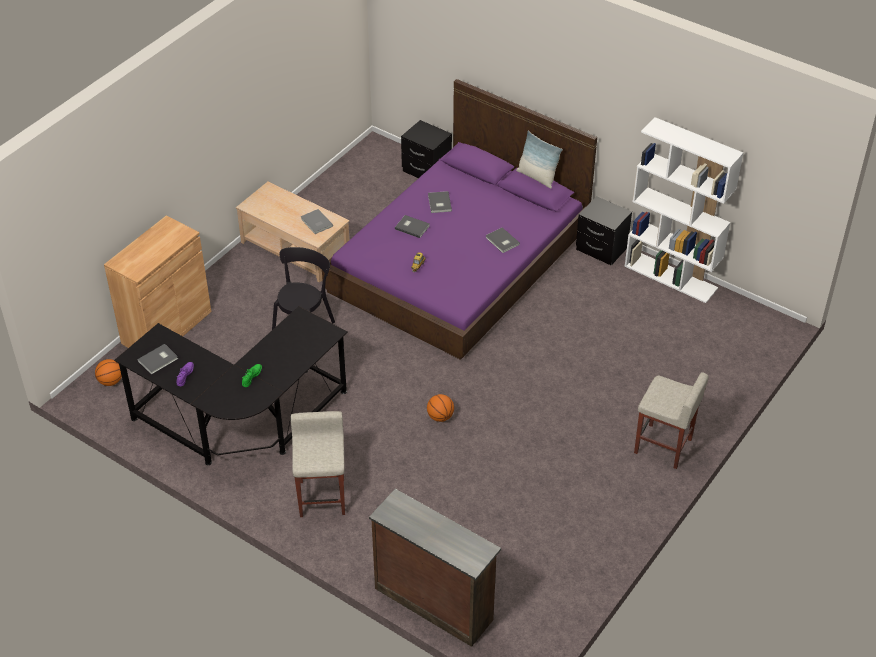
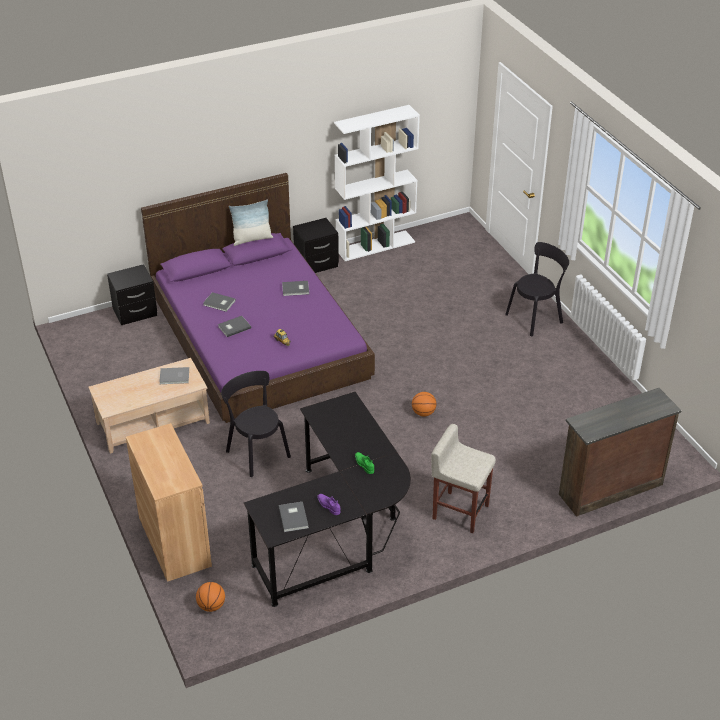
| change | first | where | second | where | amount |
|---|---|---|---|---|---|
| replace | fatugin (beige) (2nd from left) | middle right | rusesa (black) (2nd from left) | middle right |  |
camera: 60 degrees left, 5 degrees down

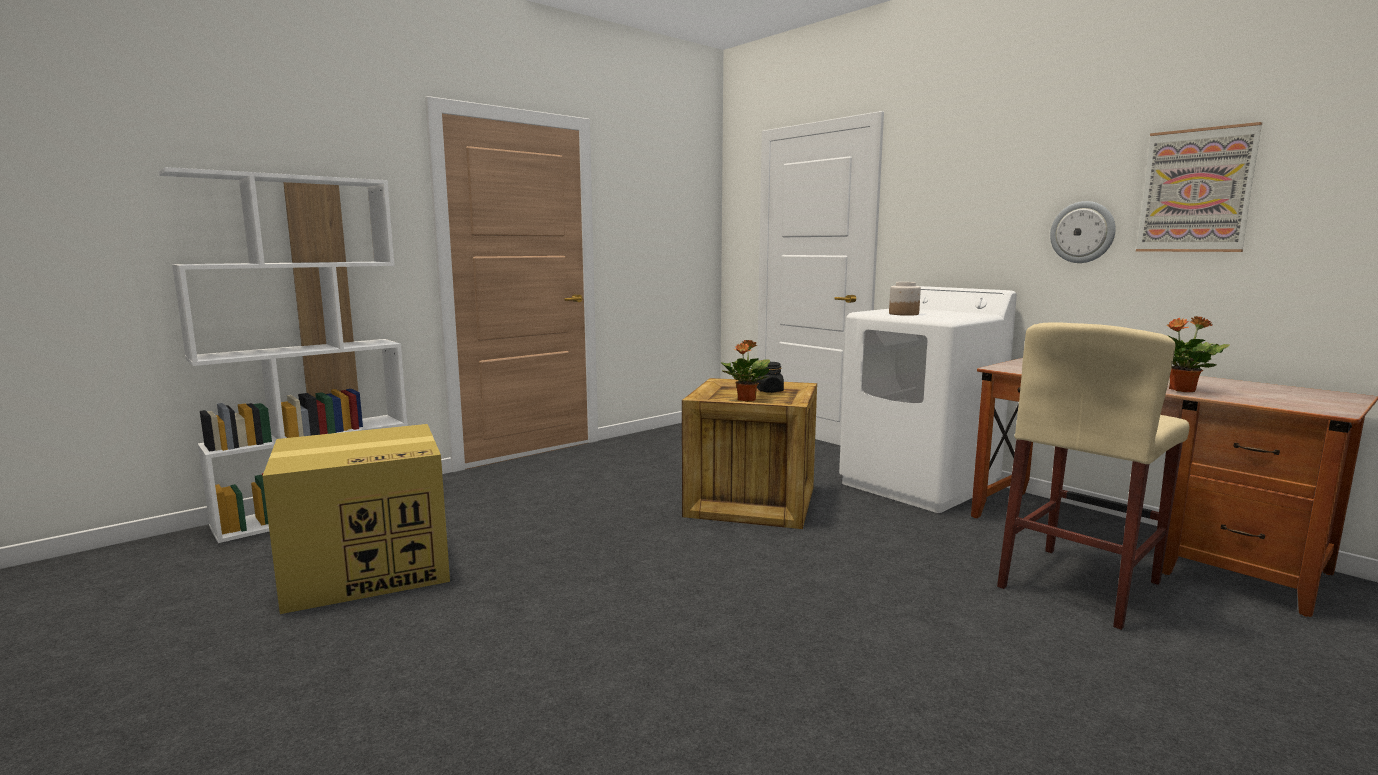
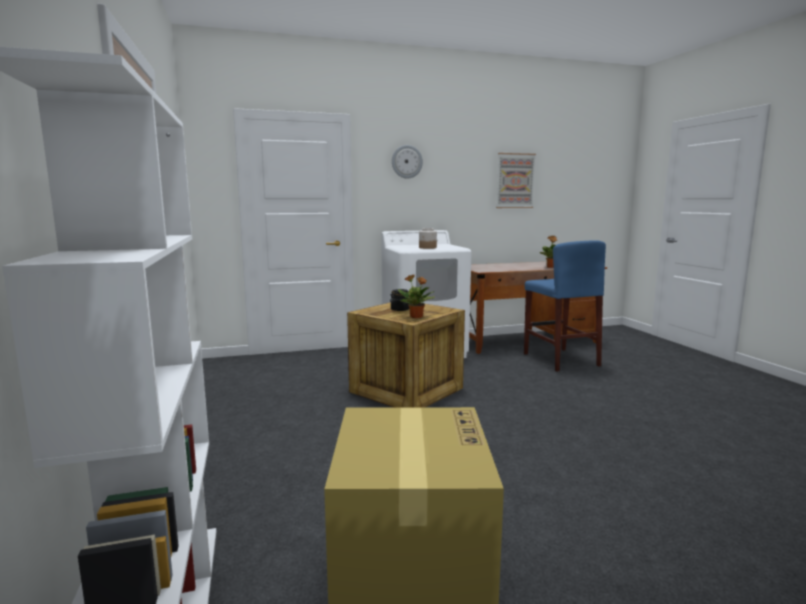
| change | first | where | second | where | amount |
|---|---|---|---|---|---|
| recolor | fatugin (beige) | middle right | fatugin (blue) | middle right |  |
| move | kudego | top right |  | top centre |  |
camera: 65 degrees left, 0 degrees up

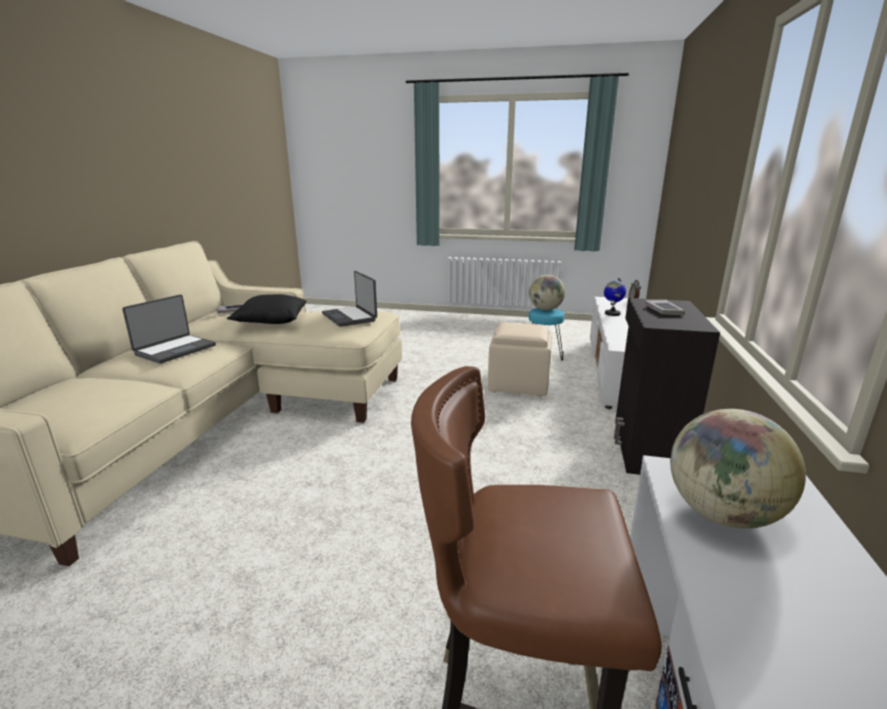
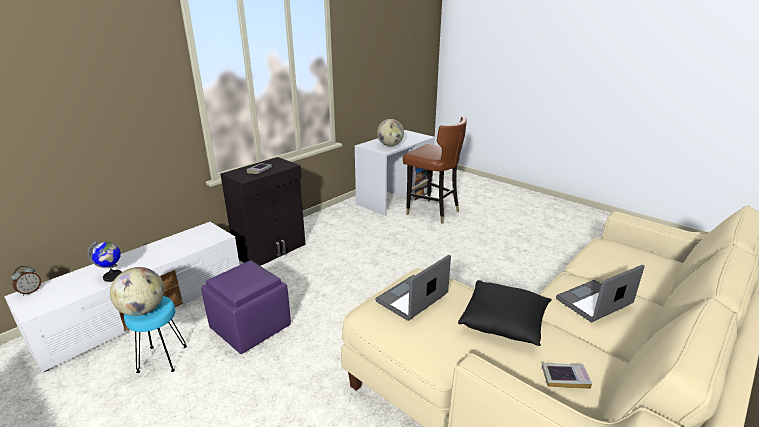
| change | first | where | second | where | amount |
|---|---|---|---|---|---|
| rotate | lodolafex (2nd from left in the first image) | centre | lodolafex (1st from left) | bottom centre | 135 degrees counterclockwise |
| recolor | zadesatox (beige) | centre | zadesatox (purple) | bottom left |  |
camera: 150 degrees left, 5 degrees up

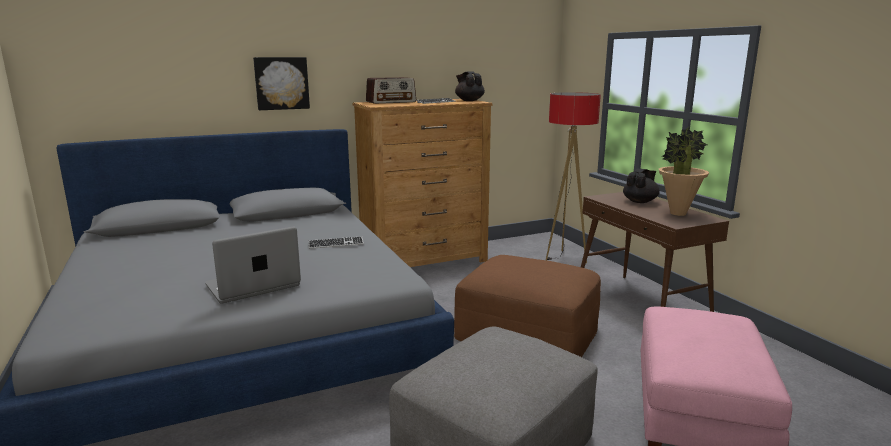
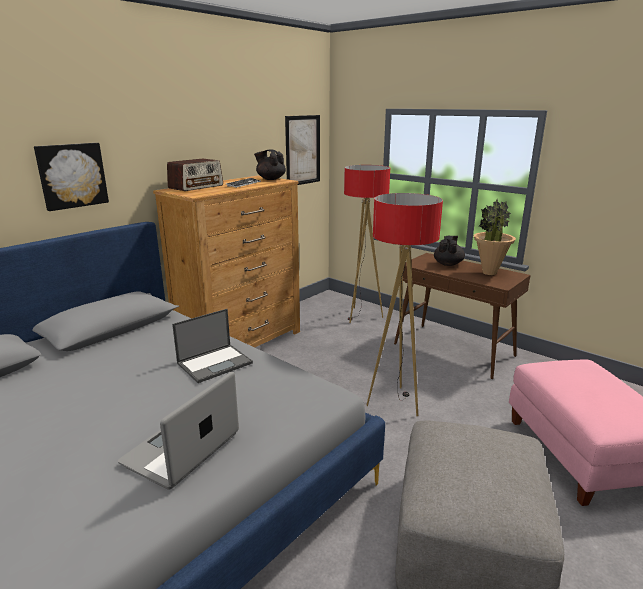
| change | first | where | second | where | amount |
|---|---|---|---|---|---|
| replace | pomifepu (1st from left) | centre | lodolafex (2nd from left) | middle left |  |
| replace | zadesatox (brown) | bottom centre | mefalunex (2nd from left) | centre |  |
| insert |  |  | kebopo (2nd from left) | top centre |  |
camera: 25 degrees left, 5 degrees up

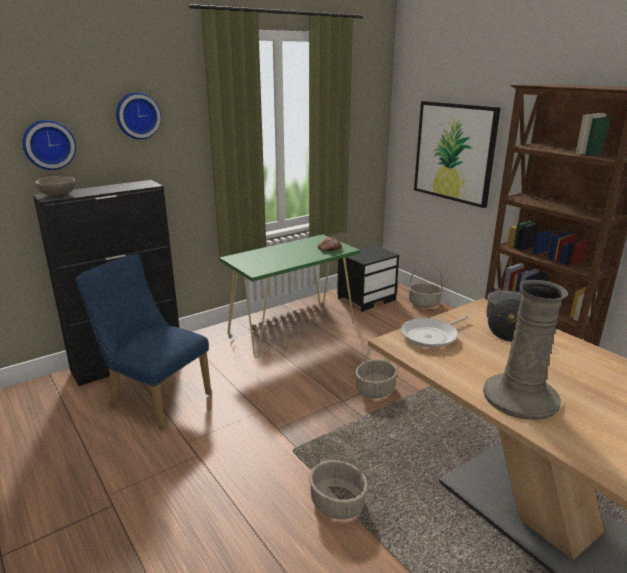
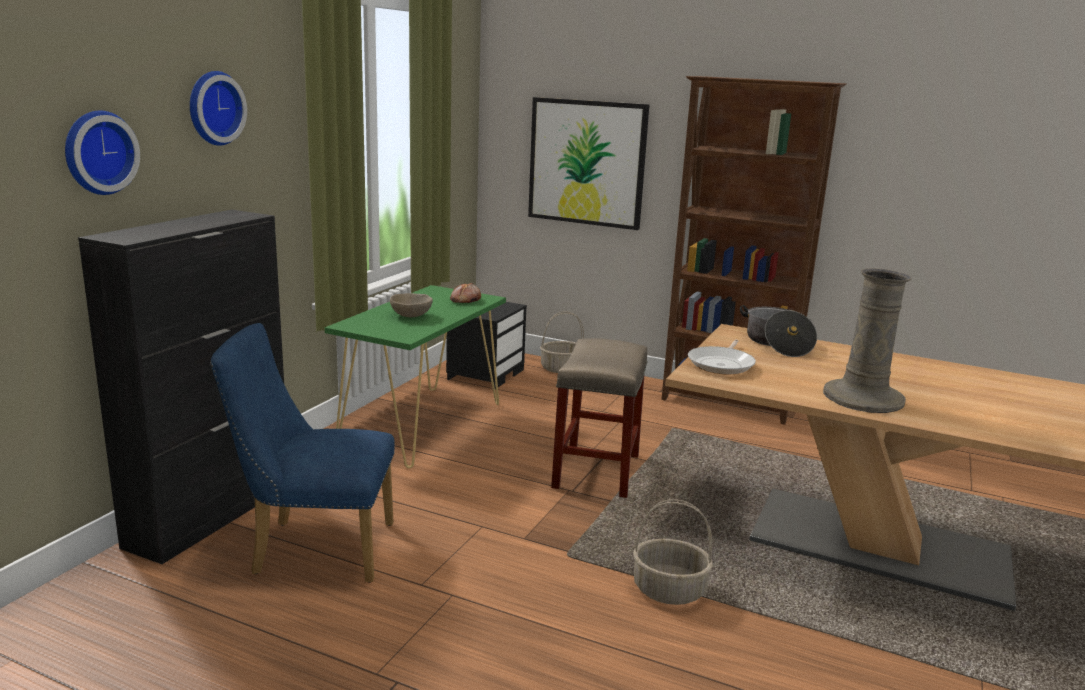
| change | first | where | second | where | amount |
|---|---|---|---|---|---|
| move | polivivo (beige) | top left |  | centre |  |
| replace | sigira (2nd from left) | centre | fatugin (beige) | centre |  |
camera: 30 degrees left, 5 degrees down

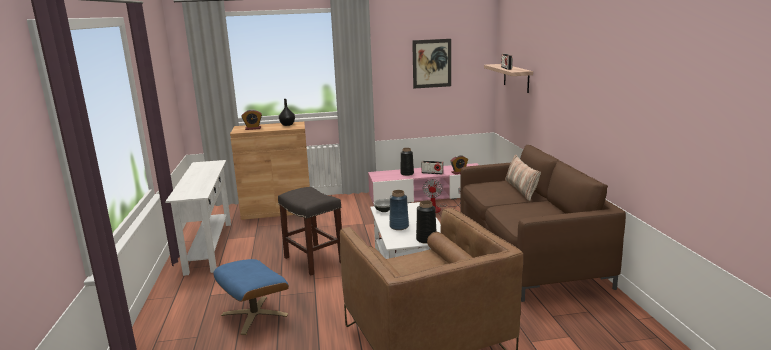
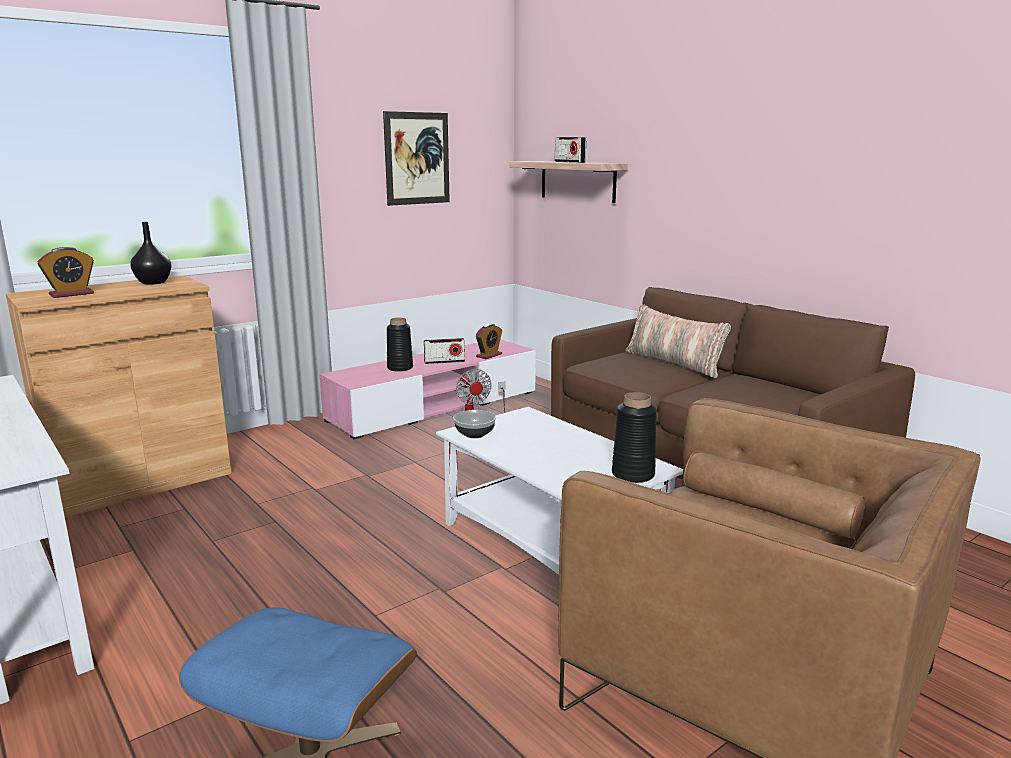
| change | first | where | second | where | amount |
|---|---|---|---|---|---|
| delete | fatugin (grey) | centre |  |  |  |
| delete | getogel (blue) | centre |  |  |  |
camera: 30 degrees left, 0 degrees up

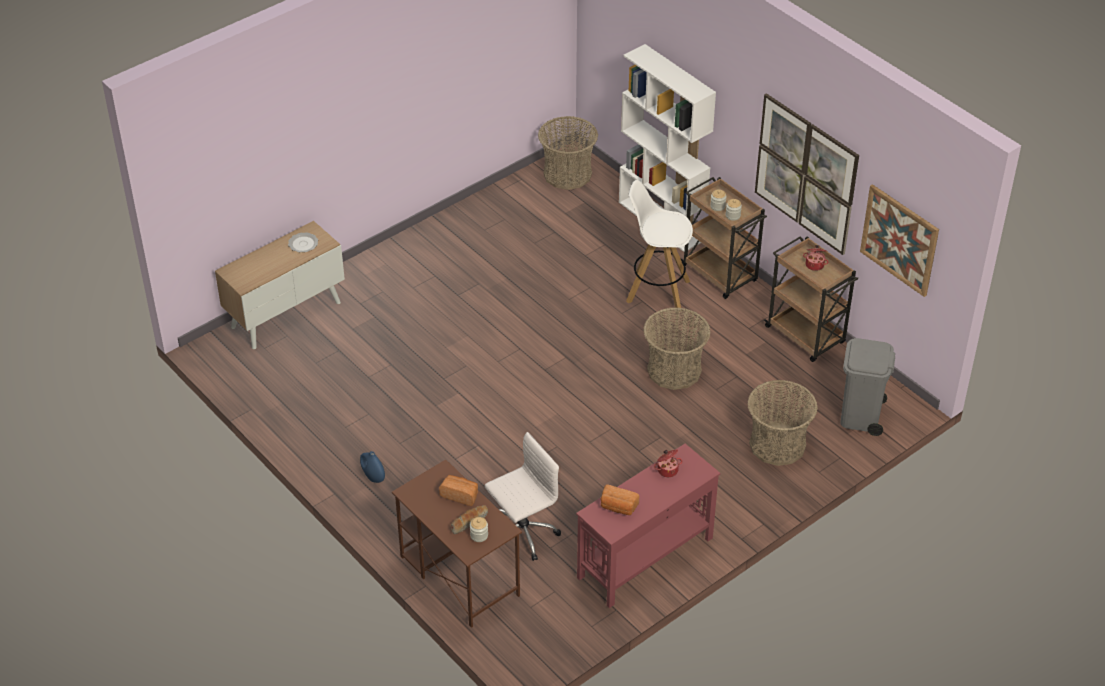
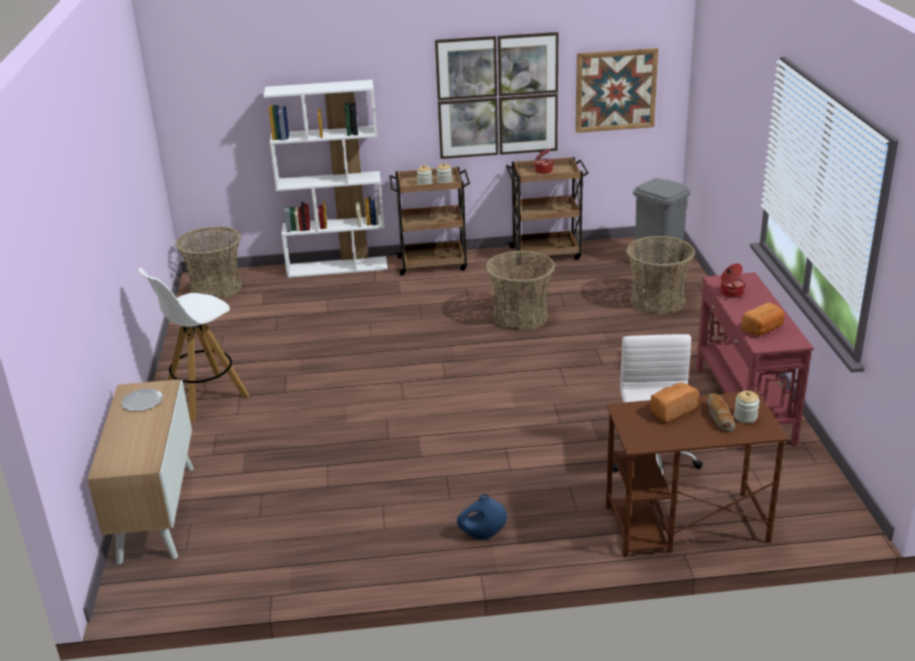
| change | first | where | second | where | amount |
|---|---|---|---|---|---|
| move | fatugin (white) | centre |  | middle left |  |
camera: 55 degrees left, 15 degrees down

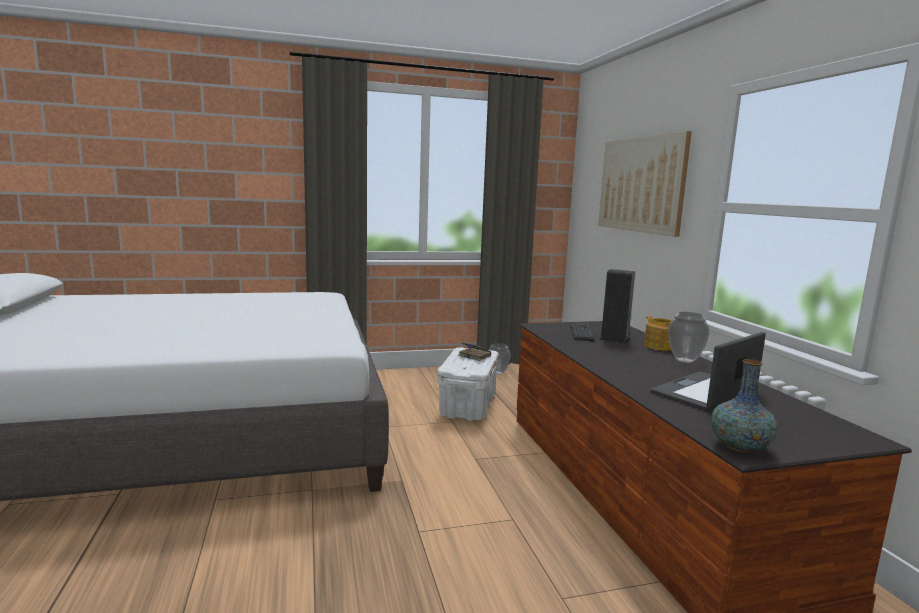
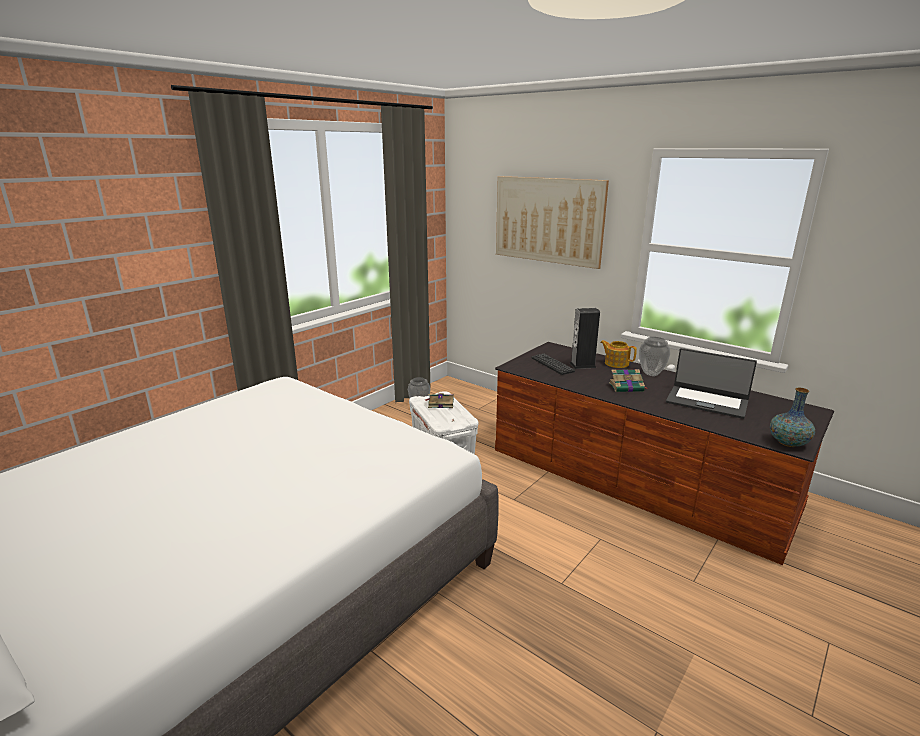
| change | first | where | second | where | amount |
|---|---|---|---|---|---|
| rotate | lodolafex | middle right |  | middle right | 75 degrees counterclockwise |
| insert |  |  | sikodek (2nd from left) | middle right |  |
camera: 35 degrees left, 10 degrees up

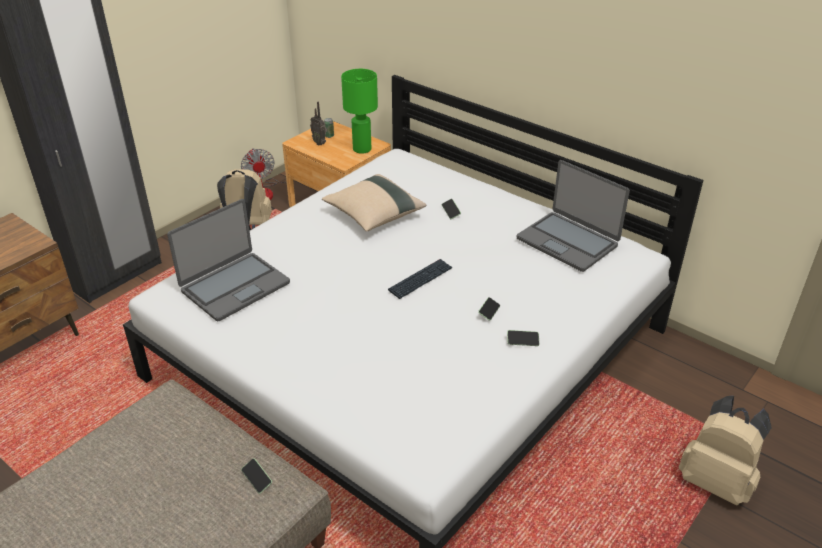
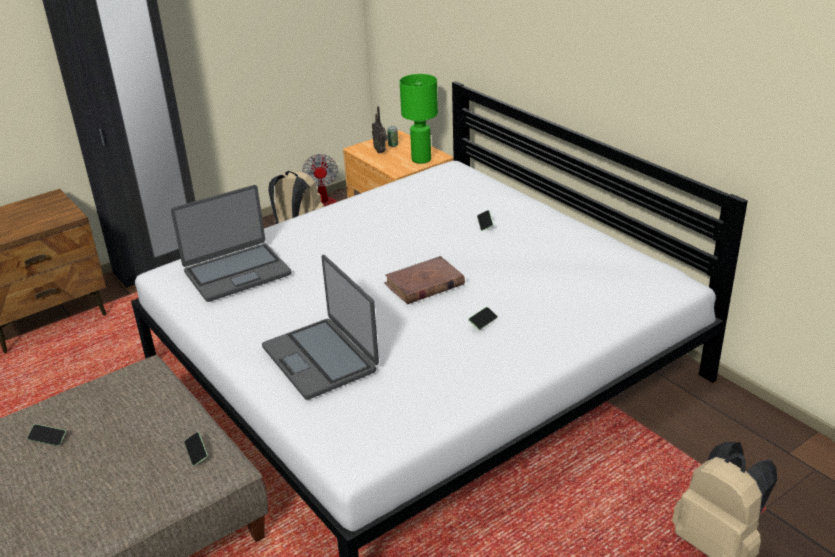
| change | first | where | second | where | amount |
|---|---|---|---|---|---|
| delete | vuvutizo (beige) | centre |  |  |  |
| replace | pomifepu | centre | sikodek (brown) | centre |  |
| move | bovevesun (4th from left in the first image) | centre | bovevesun (1st from left) | bottom left |  |
| move | lodolafex (2nd from left) | middle right |  | centre |  |
camera: 15 degrees right, 5 degrees down

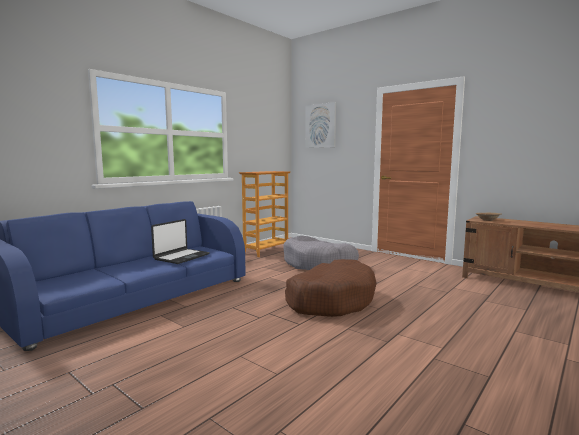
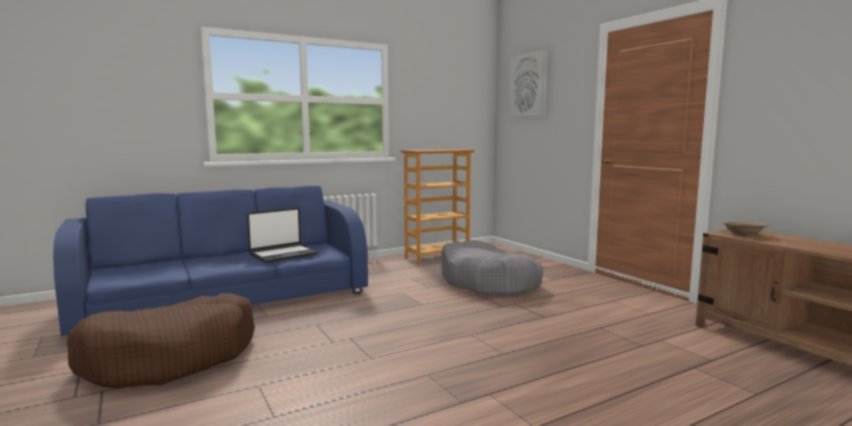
| change | first | where | second | where | amount |
|---|---|---|---|---|---|
| move | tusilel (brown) | centre |  | bottom left |  |
camera: 20 degrees right, 0 degrees up

